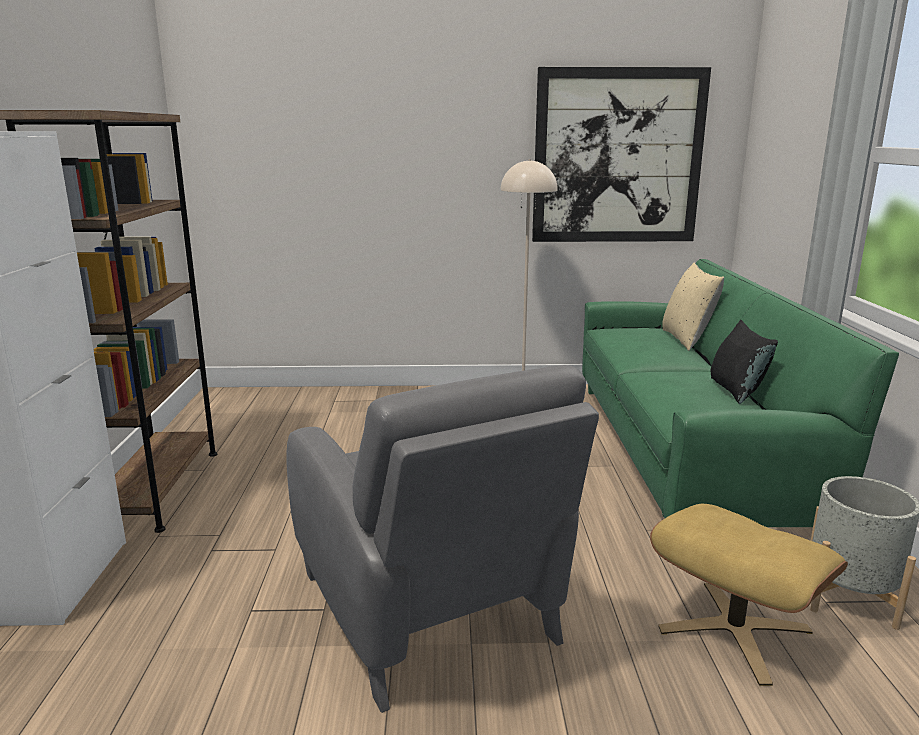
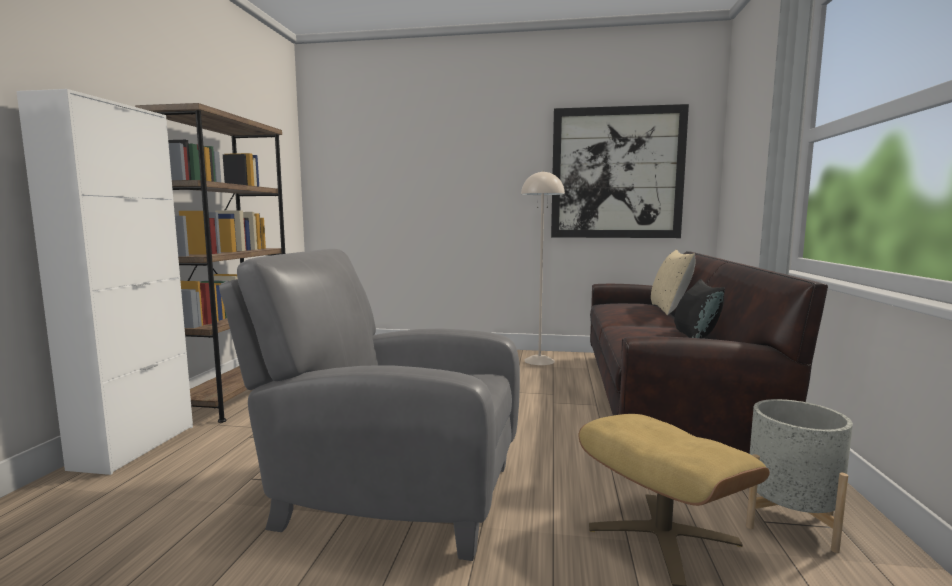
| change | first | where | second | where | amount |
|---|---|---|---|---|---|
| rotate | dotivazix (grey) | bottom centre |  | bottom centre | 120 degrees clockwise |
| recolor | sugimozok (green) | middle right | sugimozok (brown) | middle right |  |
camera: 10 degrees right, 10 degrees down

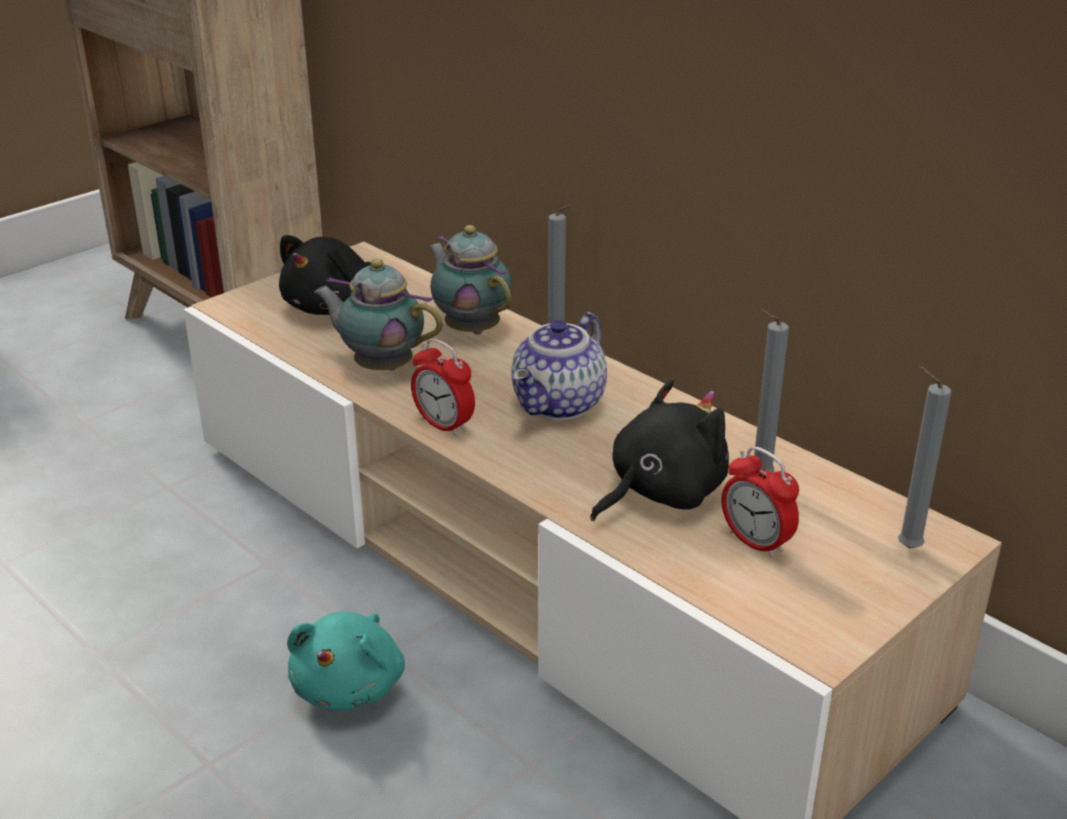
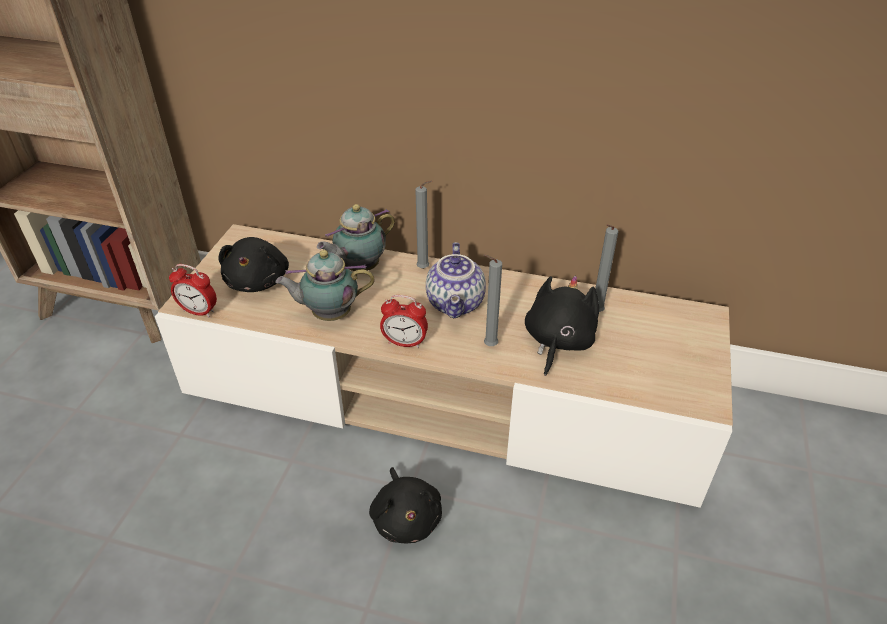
| change | first | where | second | where | amount |
|---|---|---|---|---|---|
| recolor | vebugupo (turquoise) | bottom left | vebugupo (black) (2nd from left) | bottom centre |  |
| rotate | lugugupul (2nd from left) | centre |  | centre | 60 degrees counterclockwise |
| move | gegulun (2nd from left in the first image) | middle right | gegulun (1st from left) | middle left |  |
| move | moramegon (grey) (3rd from left in the first image) | middle right | moramegon (grey) (2nd from left) | centre |  |
camera: 30 degrees left, 10 degrees up

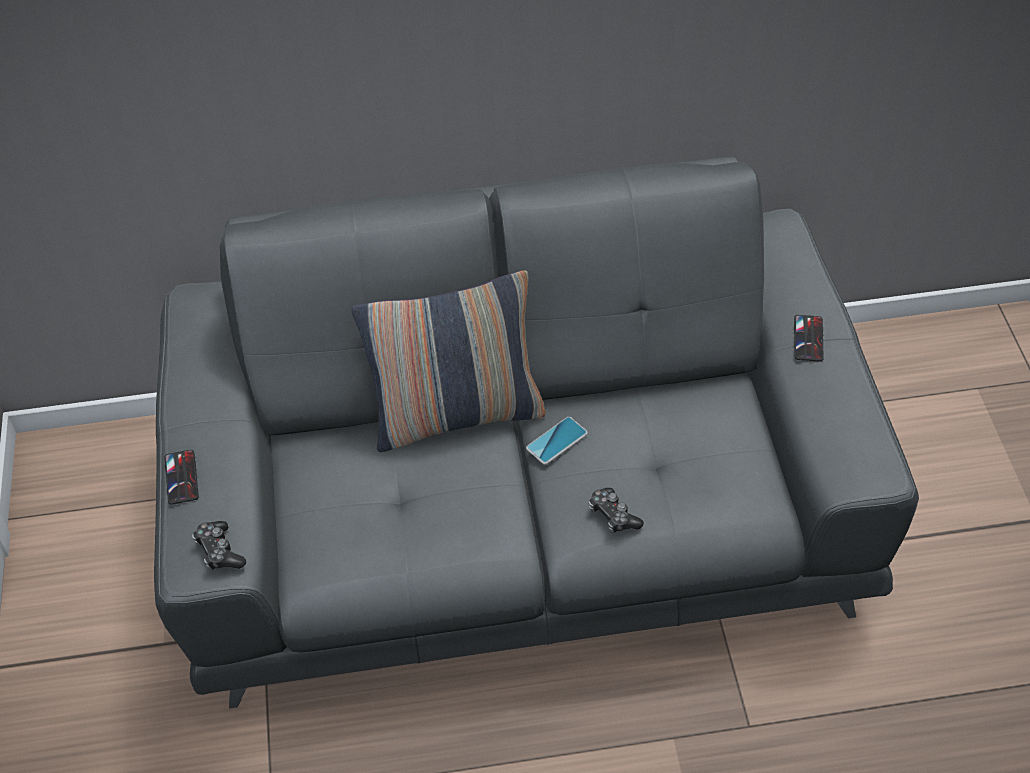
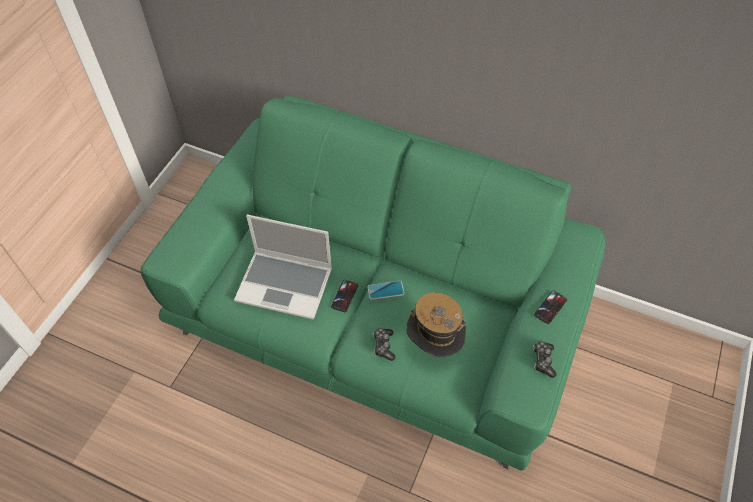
| change | first | where | second | where | amount |
|---|---|---|---|---|---|
| recolor | sugimozok (grey) | centre | sugimozok (green) | centre |  |
| move | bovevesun (1st from left) | middle left |  | centre |  |
| move | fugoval (1st from left in the first image) | bottom left | fugoval (2nd from left) | bottom right |  |
| delete | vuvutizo | centre |  |  |  |
| insert |  |  | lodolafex | centre |  |
| insert |  |  | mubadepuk | centre |  |
camera: 30 degrees right, 5 degrees up

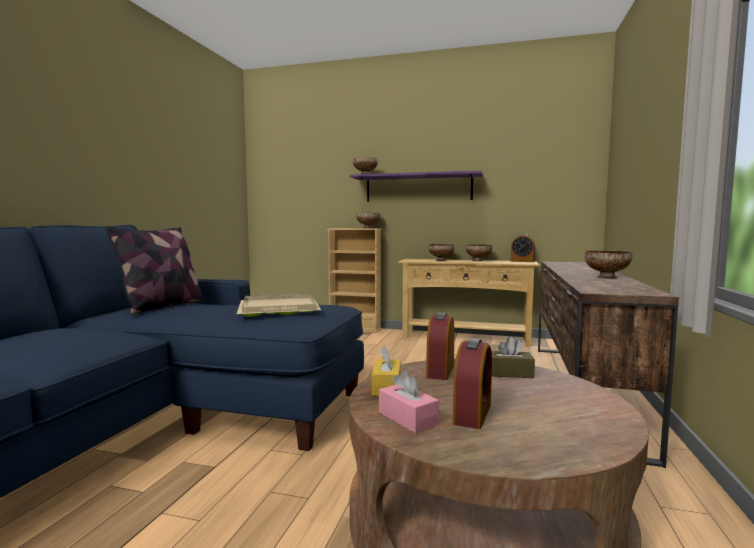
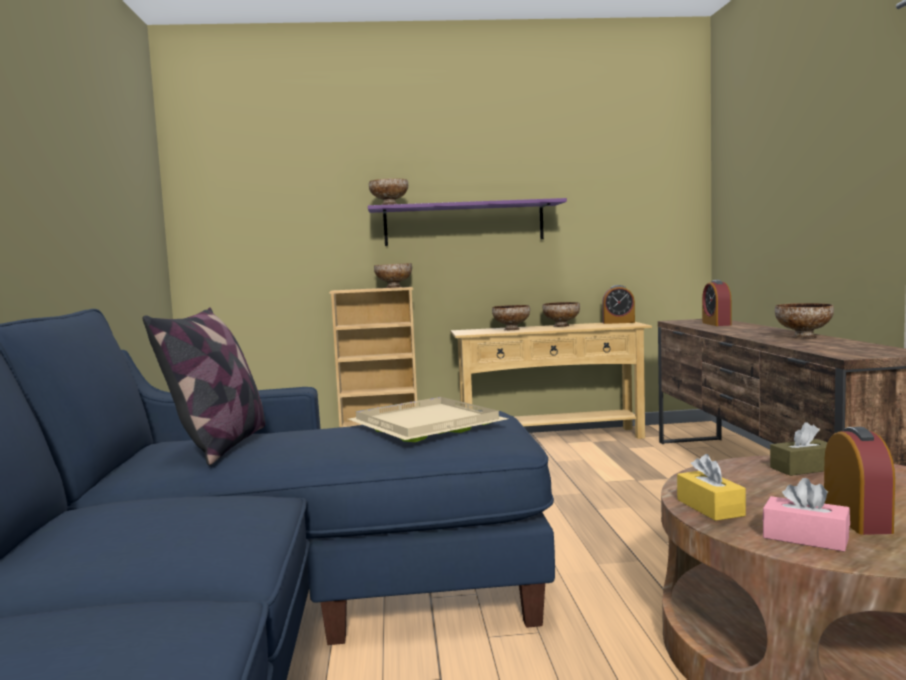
| change | first | where | second | where | amount |
|---|---|---|---|---|---|
| move | gegulun (1st from left in the first image) | centre | gegulun (2nd from left) | middle right |  |
camera: 20 degrees left, 0 degrees up

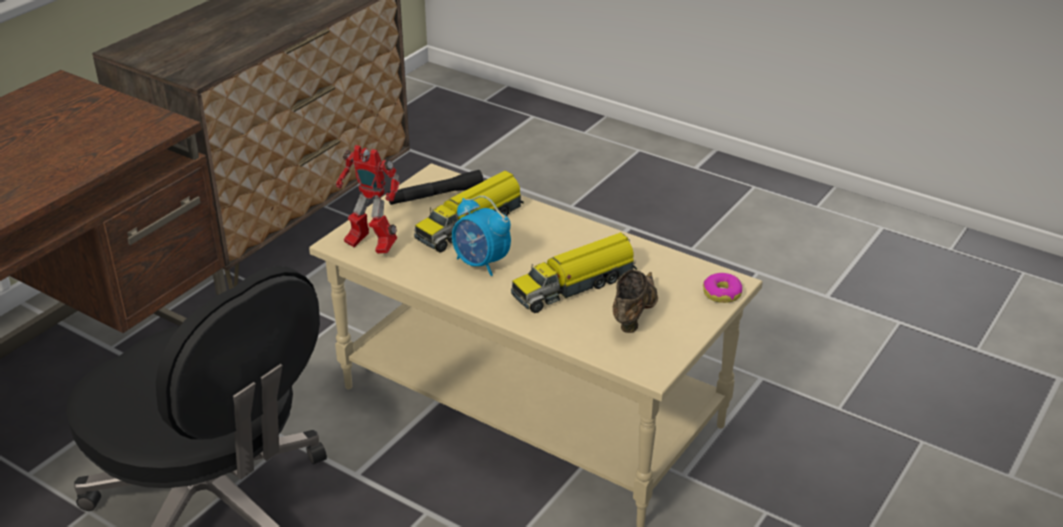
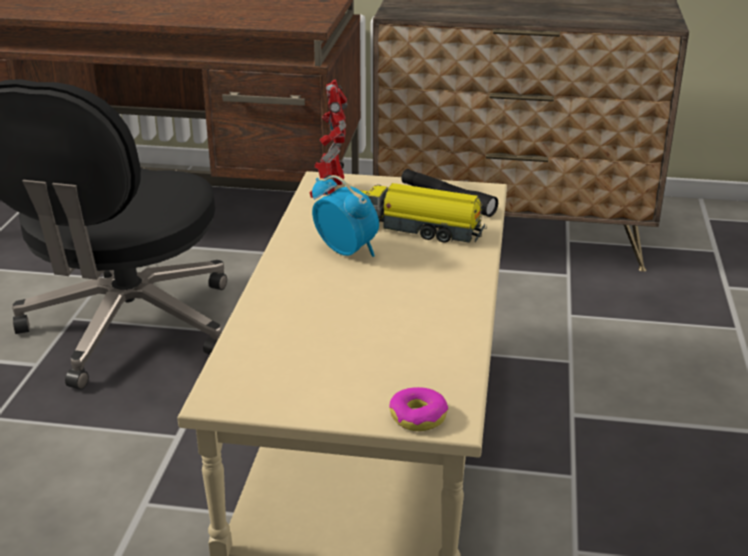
| change | first | where | second | where | amount |
|---|---|---|---|---|---|
| rotate | gegulun | centre |  | centre | 120 degrees clockwise |
| delete | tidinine (2nd from left) | centre |  |  |  |
| delete | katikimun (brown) | centre |  |  |  |
camera: 65 degrees right, 5 degrees down

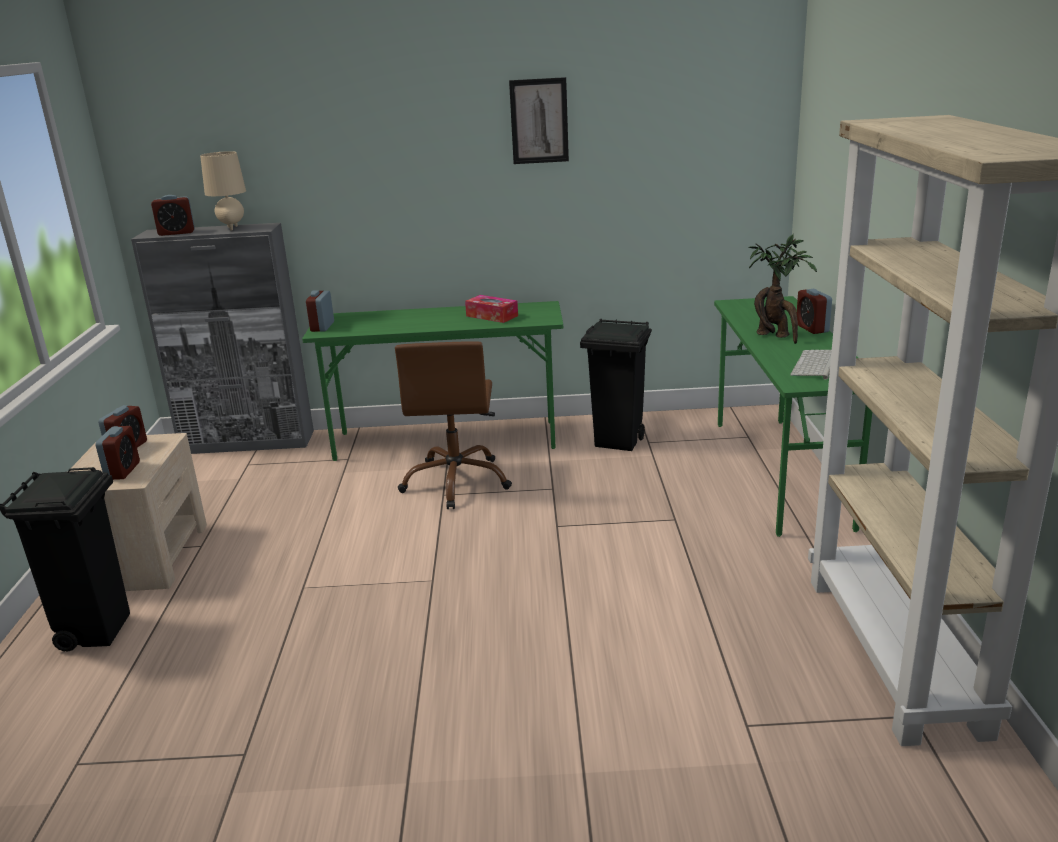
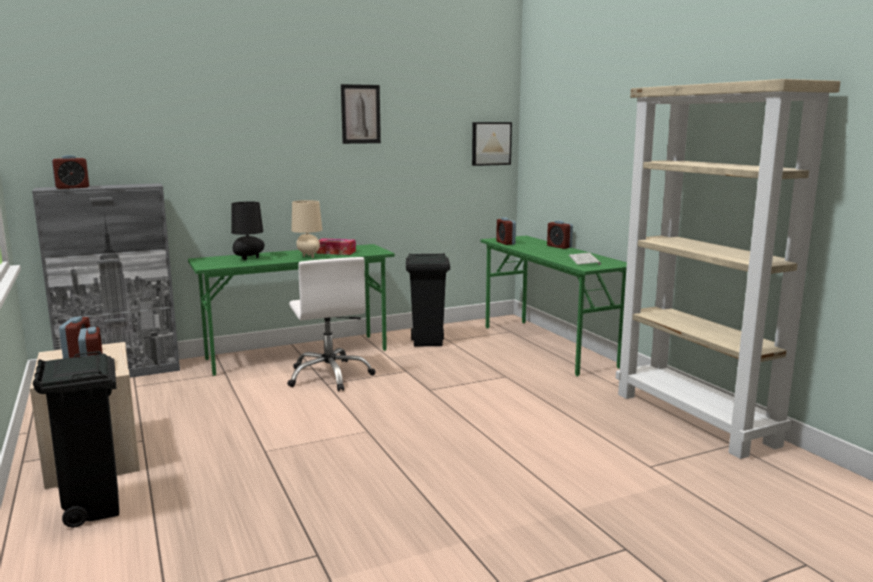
| change | first | where | second | where | amount |
|---|---|---|---|---|---|
| move | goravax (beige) | top left |  | centre |  |
| move | gegulun (4th from left) | middle left |  | centre |  |
| recolor | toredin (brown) | centre | toredin (white) | centre |  |
| delete | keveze | middle right |  |  |  |
| insert |  |  | goravax (black) | middle left |  |
| insert |  |  | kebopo (2nd from left) | top centre |  |
camera: 25 degrees left, 10 degrees down

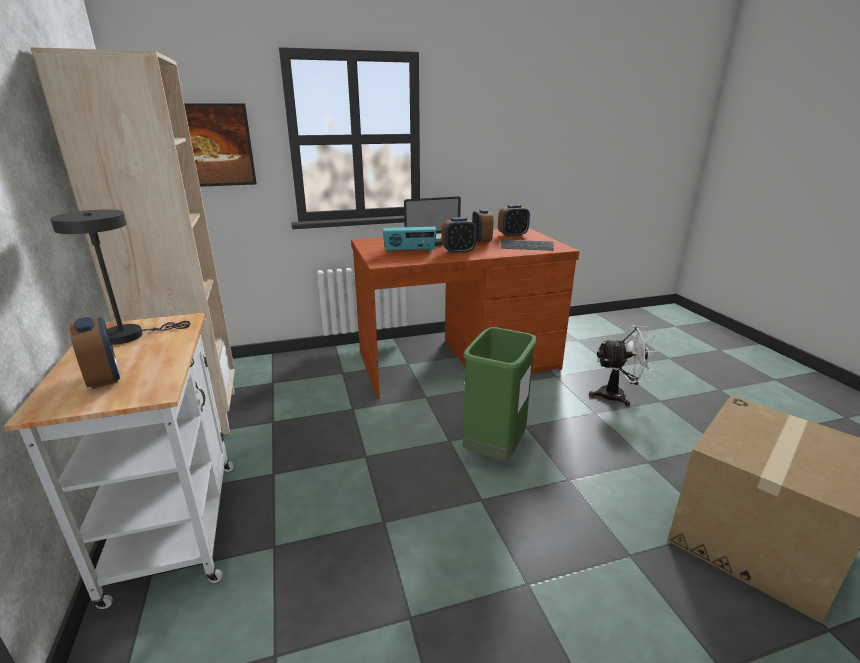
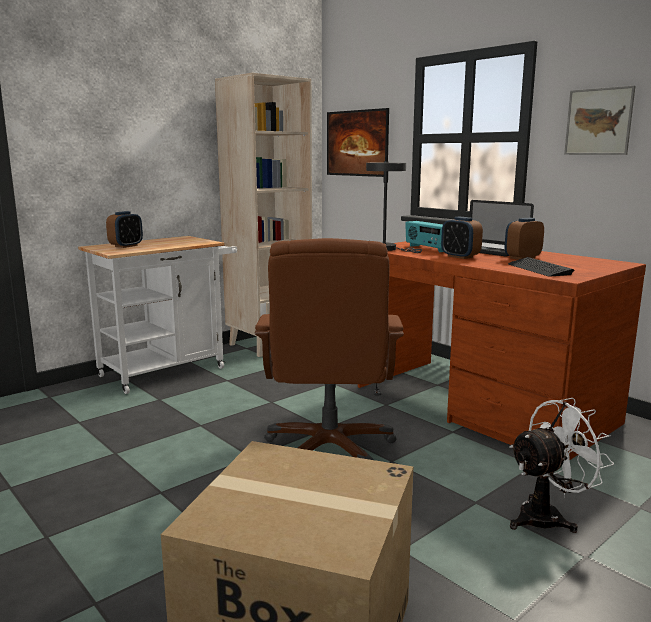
| change | first | where | second | where | amount |
|---|---|---|---|---|---|
| move | goravax (grey) | middle left |  | top centre |  |
| replace | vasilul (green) | centre | toredin (brown) | centre |  |
| delete | gegulun (4th from left) | centre |  |  |  |
| rotate | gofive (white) | middle right |  | bottom right | 90 degrees counterclockwise |
| insert |  |  | kebopo (2nd from left) | top right |  |
camera: 65 degrees right, 10 degrees down

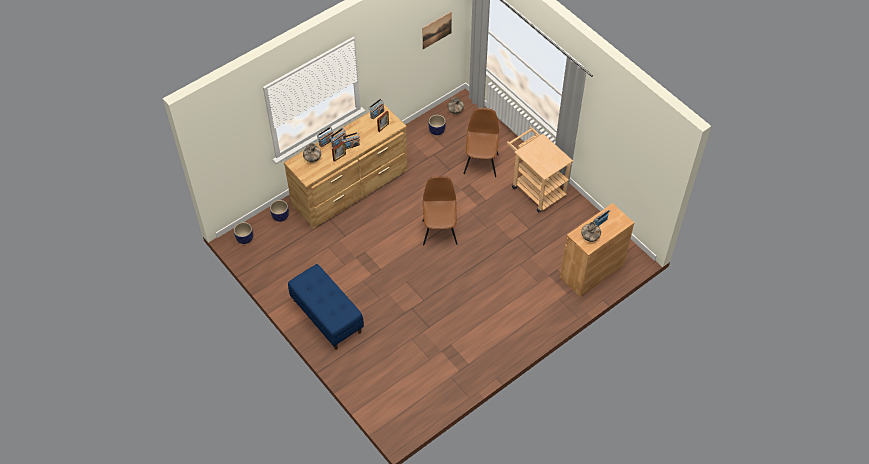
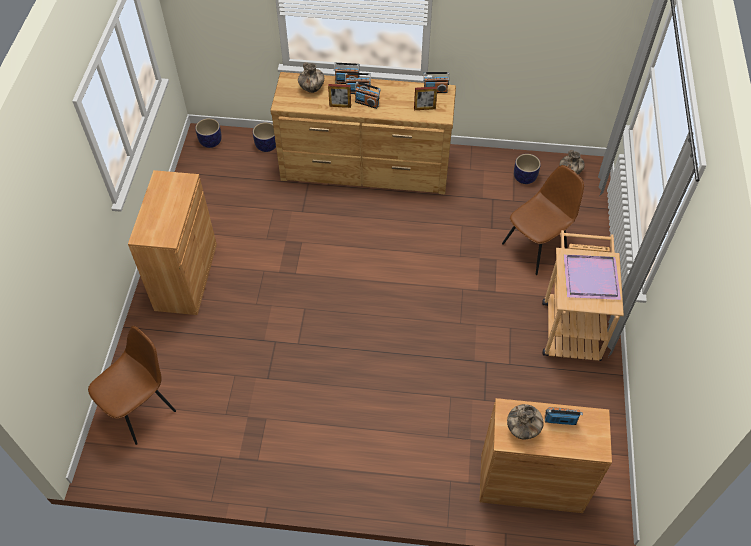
| change | first | where | second | where | amount |
|---|---|---|---|---|---|
| replace | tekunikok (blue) | centre | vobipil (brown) (1st from left) | middle left |  |
| delete | kebopo | top centre |  |  |  |
| move | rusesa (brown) (1st from left) | centre |  | bottom left |  |
| insert |  |  | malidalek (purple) | middle right |  |
camera: 45 degrees right, 0 degrees up

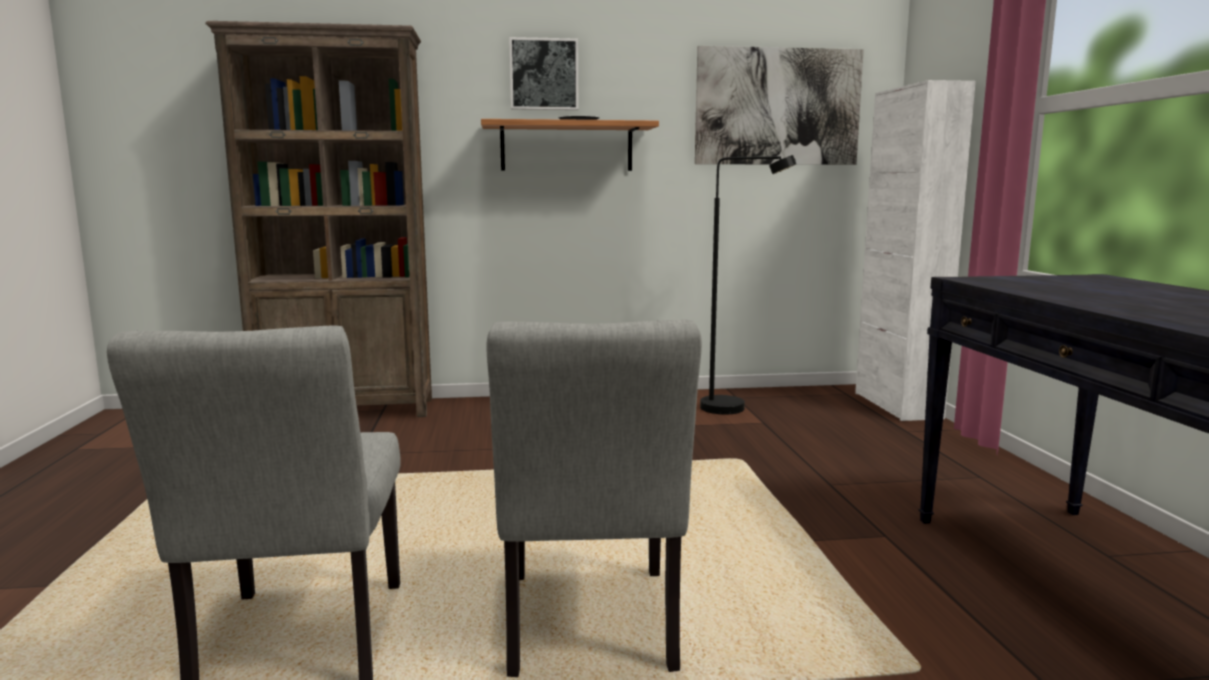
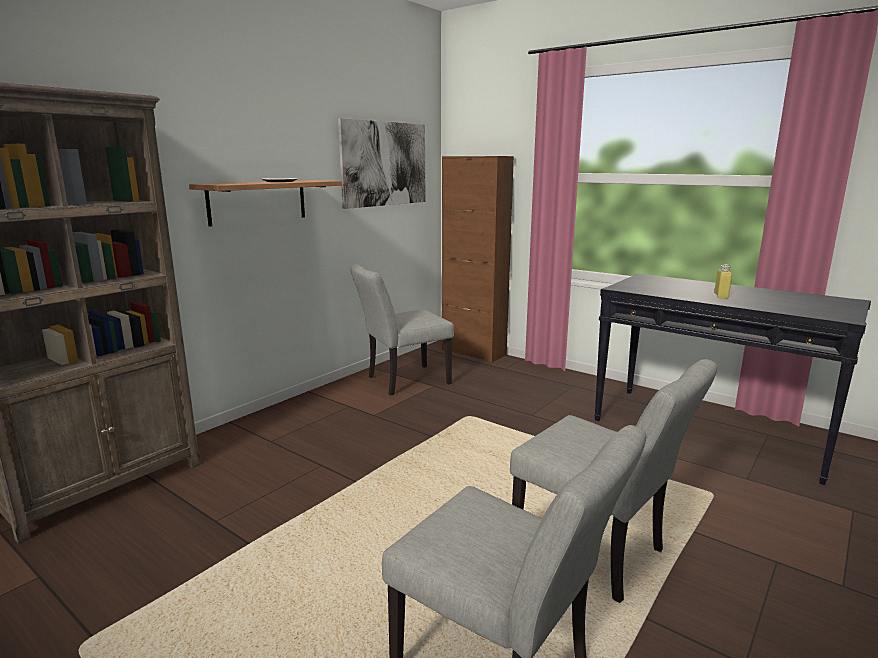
| change | first | where | second | where | amount |
|---|---|---|---|---|---|
| delete | kebopo (1st from left) | top centre |  |  |  |
| replace | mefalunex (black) | centre | rusesa (grey) (1st from left) | centre |  |
| recolor | vobipil (white) | middle right | vobipil (brown) | centre |  |
| insert |  |  | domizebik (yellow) | middle right |  |
camera: 45 degrees left, 5 degrees up

